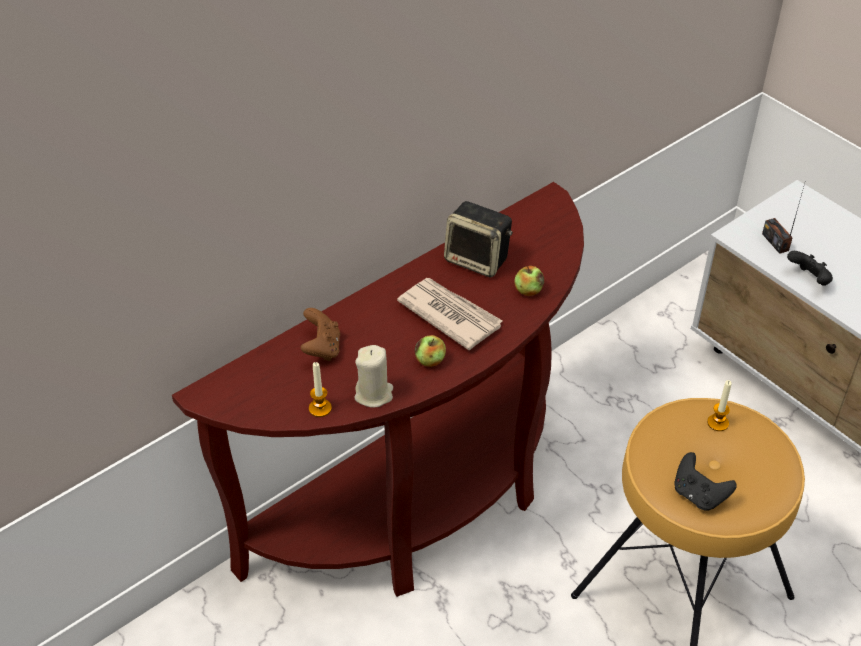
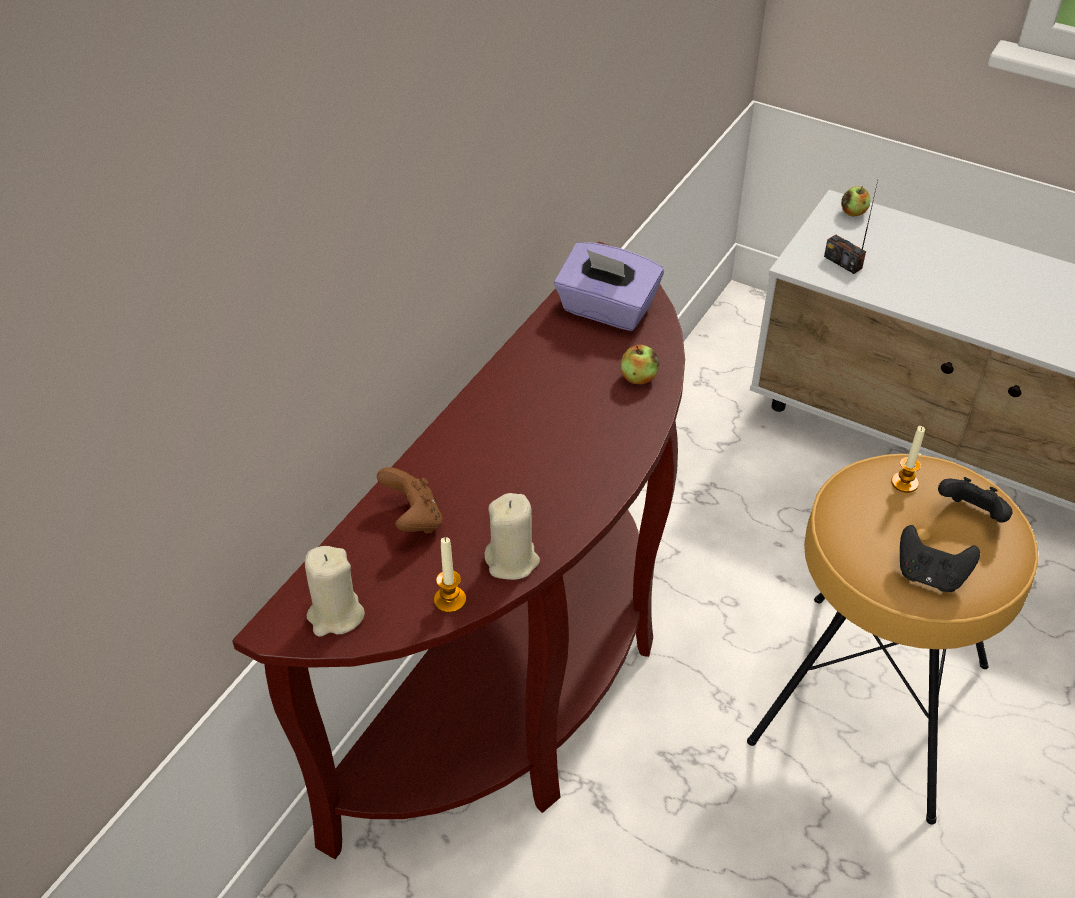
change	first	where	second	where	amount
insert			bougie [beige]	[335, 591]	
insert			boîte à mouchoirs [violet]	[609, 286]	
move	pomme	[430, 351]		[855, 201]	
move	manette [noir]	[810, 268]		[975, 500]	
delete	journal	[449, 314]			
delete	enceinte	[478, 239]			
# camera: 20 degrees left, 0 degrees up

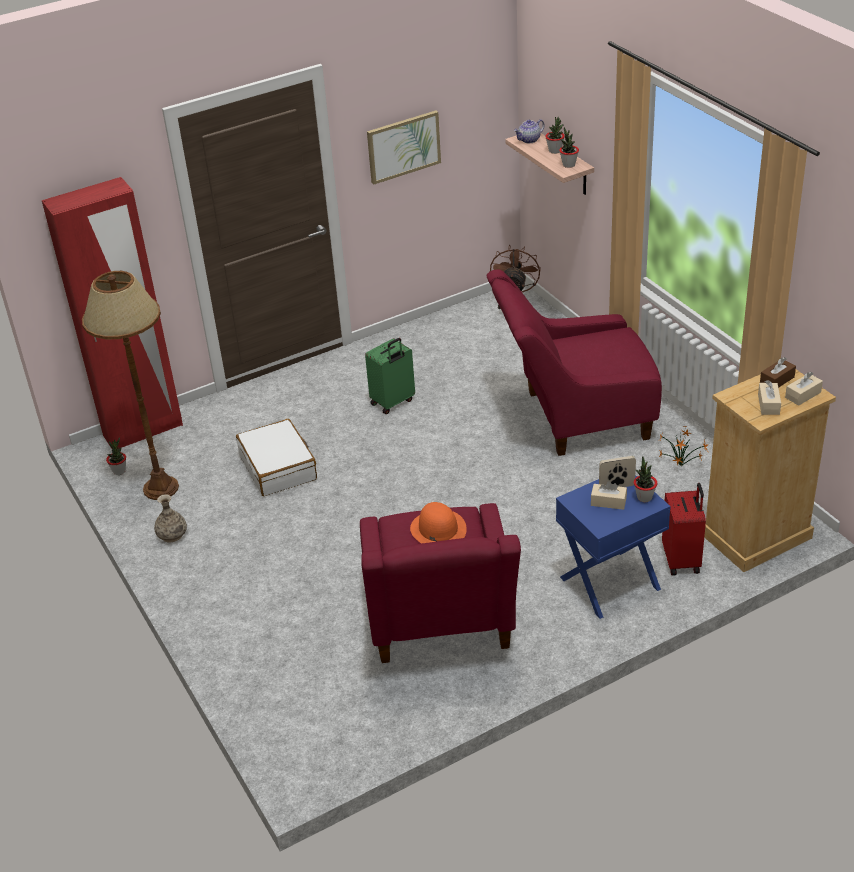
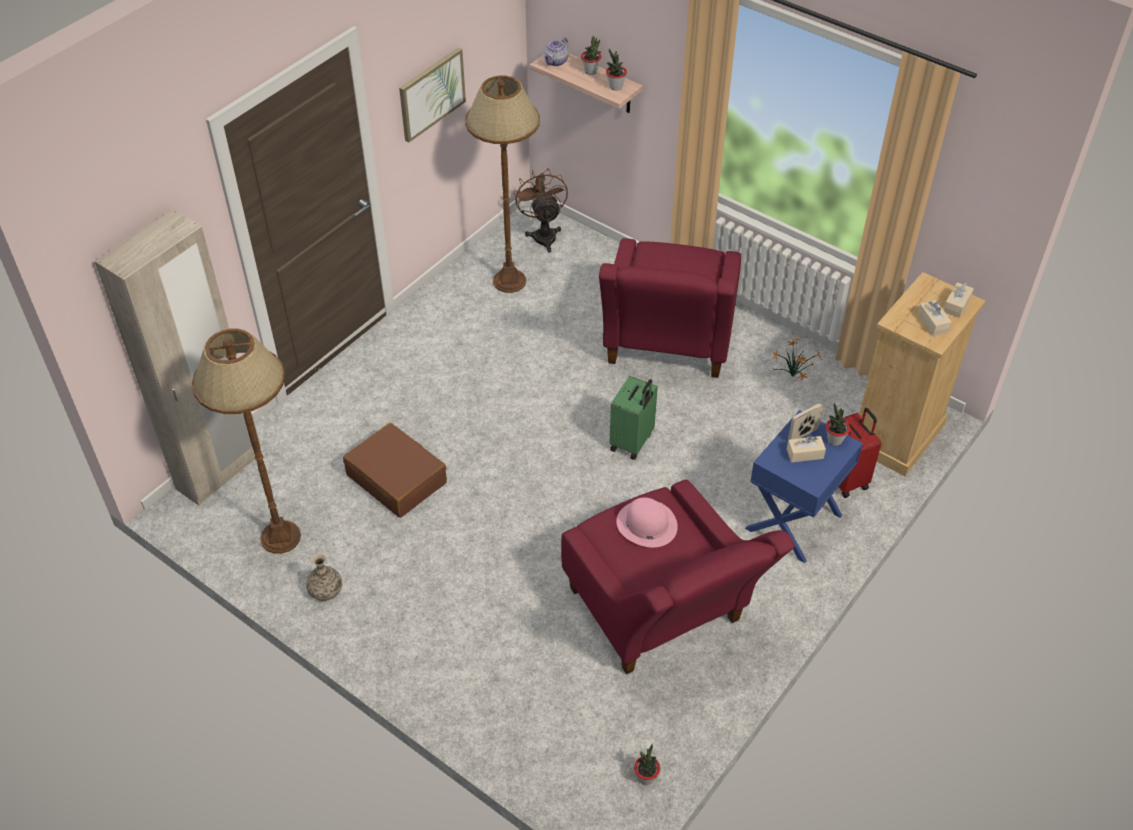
change	first	where	second	where	amount
recolor	armoire [rouge]	[112, 313]	armoire [beige]	[178, 357]	
recolor	valise [blanc]	[276, 457]	valise [marron]	[395, 470]	
insert			lampadaire [marron]	[502, 184]	
rotate	fauteuil [rouge]	[574, 362]		[670, 308]	45 degrees counterclockwise
move	valise [vert]	[390, 376]		[633, 418]	
recolor	chapeau [orange]	[438, 523]	chapeau [rose]	[647, 522]	
move	plante en pot	[116, 456]		[647, 764]	
delete	boîte à mouchoirs [marron]	[778, 372]			
# camera: 25 degrees left, 10 degrees up

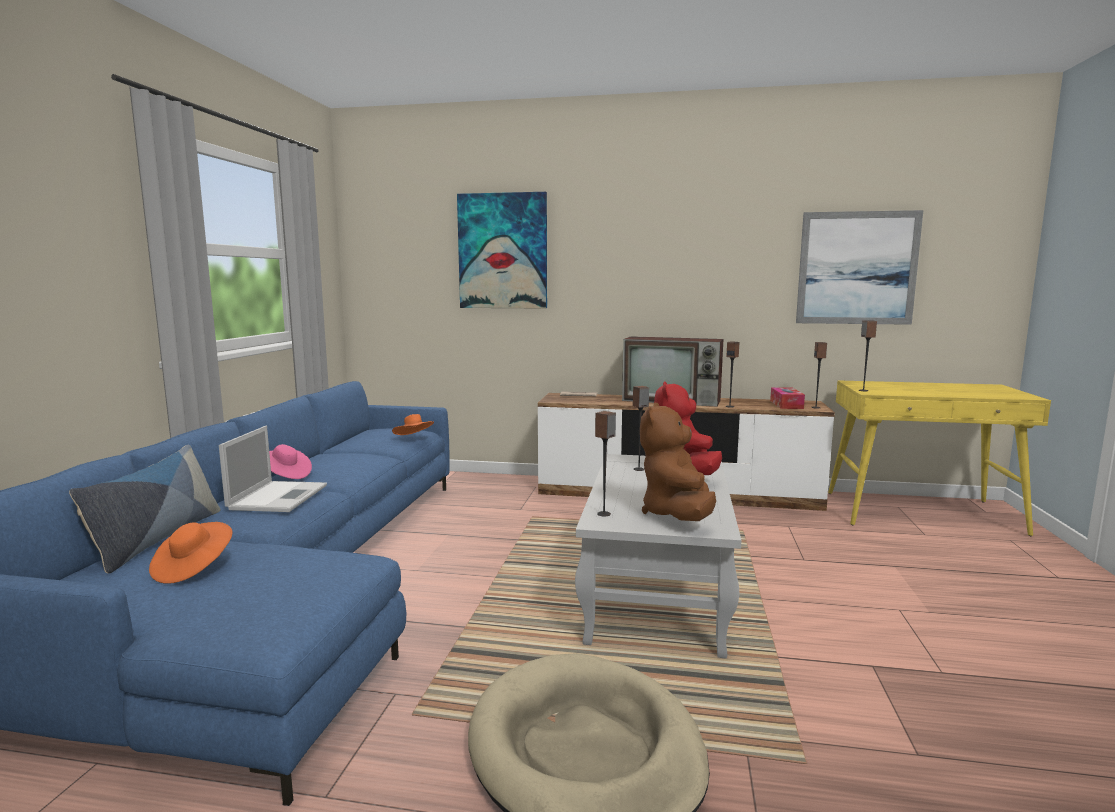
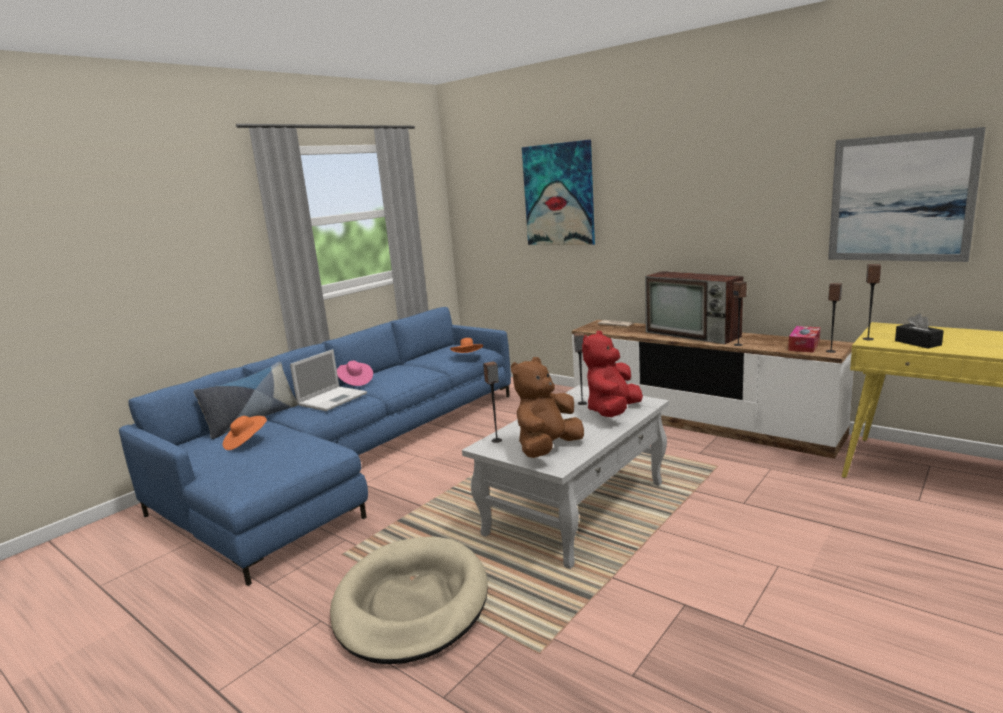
change	first	where	second	where	amount
insert			boîte à mouchoirs [noir]	[919, 330]	
# camera: 30 degrees right, 5 degrees up

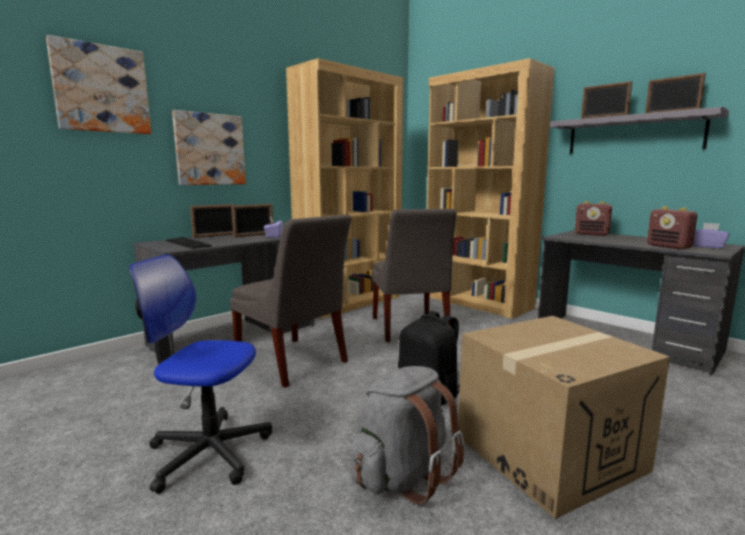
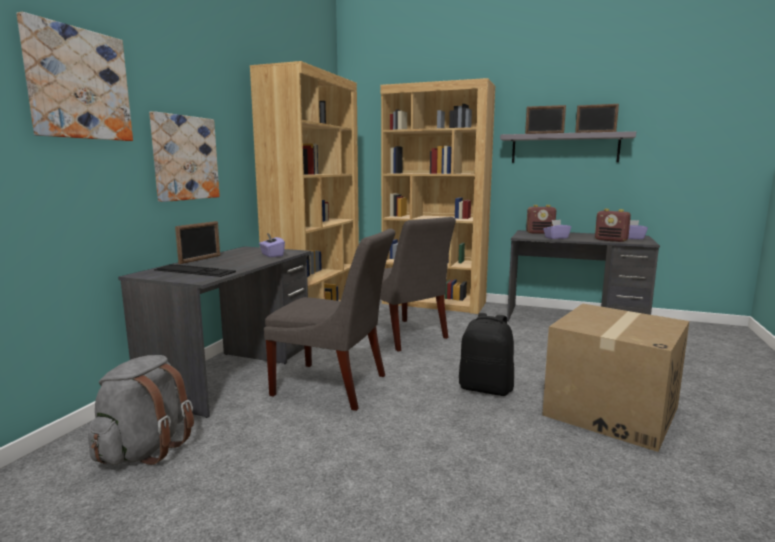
change	first	where	second	where	amount
move	sac à dos [gris]	[407, 435]		[141, 410]	
insert			boîte à mouchoirs [violet]	[557, 229]	
delete	chaise de bureau	[200, 374]			
delete	cadre photo	[252, 220]			
# camera: 25 degrees left, 0 degrees up

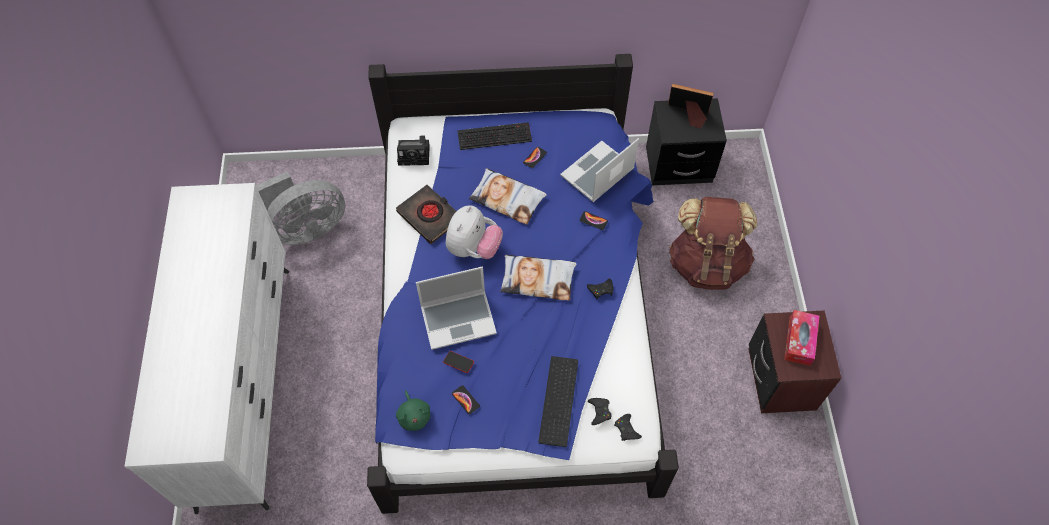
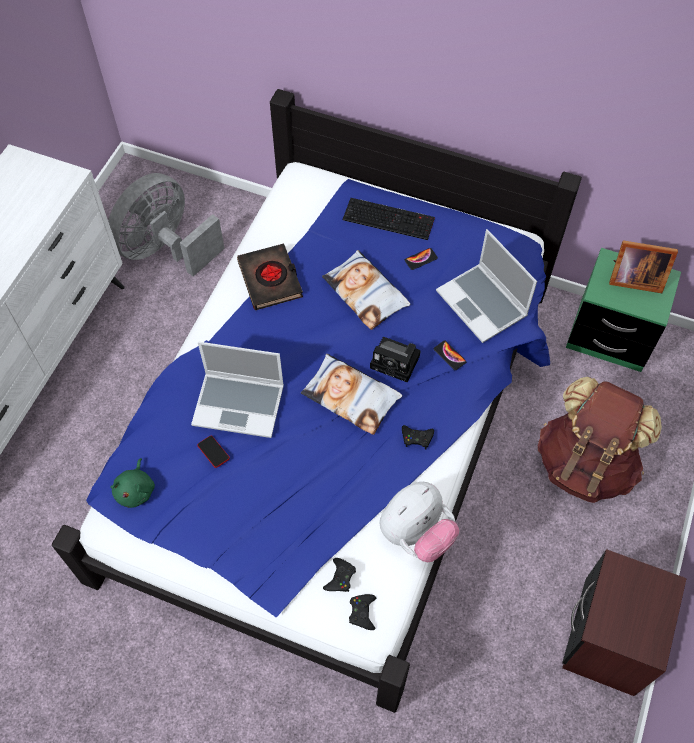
change	first	where	second	where	amount
rotate	ventilateur [gris]	[300, 208]		[166, 225]	135 degrees clockwise
move	appareil photo	[413, 150]		[395, 360]	
move	peluche	[474, 232]		[419, 522]	
rotate	ordinateur portable	[599, 170]		[486, 286]	105 degrees counterclockwise
recolor	table de chevet [noir]	[686, 141]	table de chevet [vert]	[623, 310]	
rotate	cadre photo	[691, 106]		[643, 266]	150 degrees clockwise
delete	téléphone	[466, 399]			
delete	clavier	[558, 401]			
delete	boîte à mouchoirs	[802, 338]			
# camera: 25 degrees right, 0 degrees up

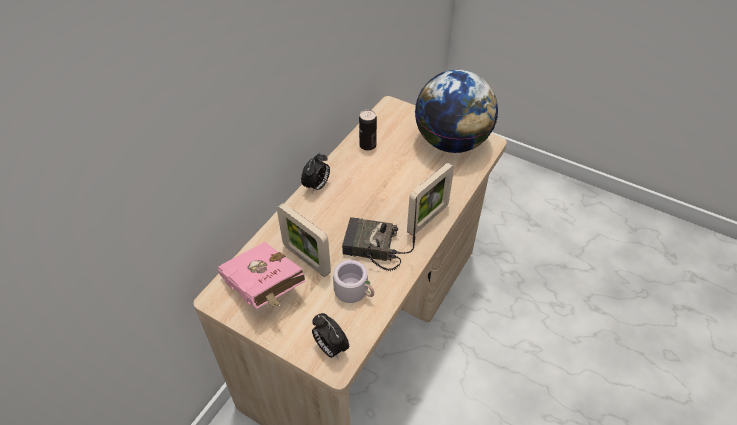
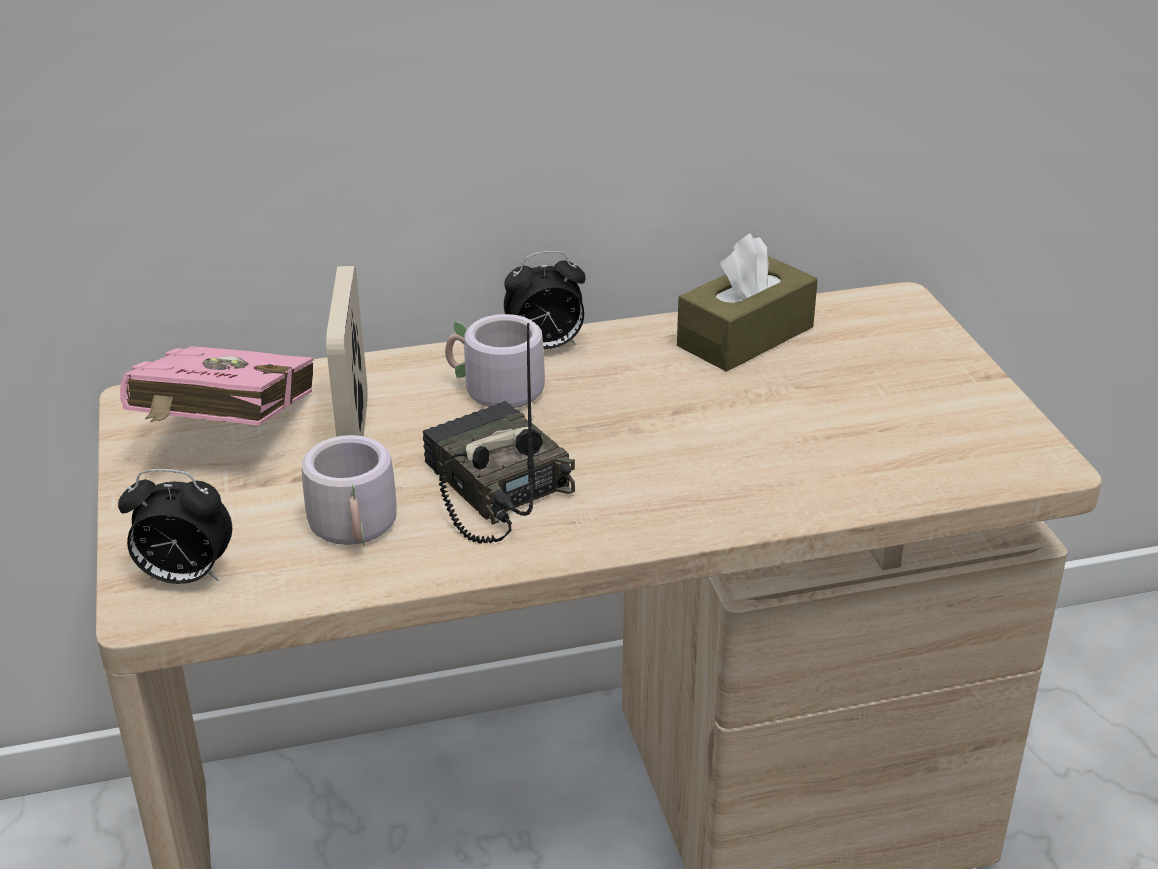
change	first	where	second	where	amount
rotate	réveil	[330, 335]		[175, 526]	90 degrees counterclockwise
insert			mug [gris]	[495, 367]	
replace	boîte métallique	[368, 130]	boîte à mouchoirs [marron]	[747, 302]	
delete	cadre photo	[430, 199]			
delete	globe	[456, 111]			
# camera: 45 degrees right, 15 degrees down

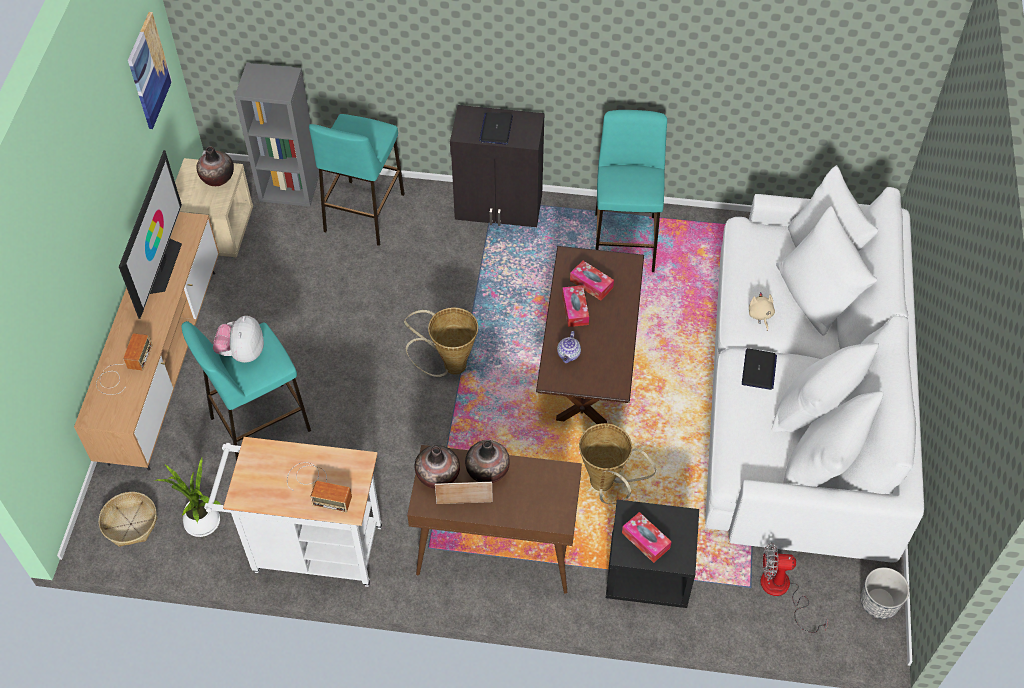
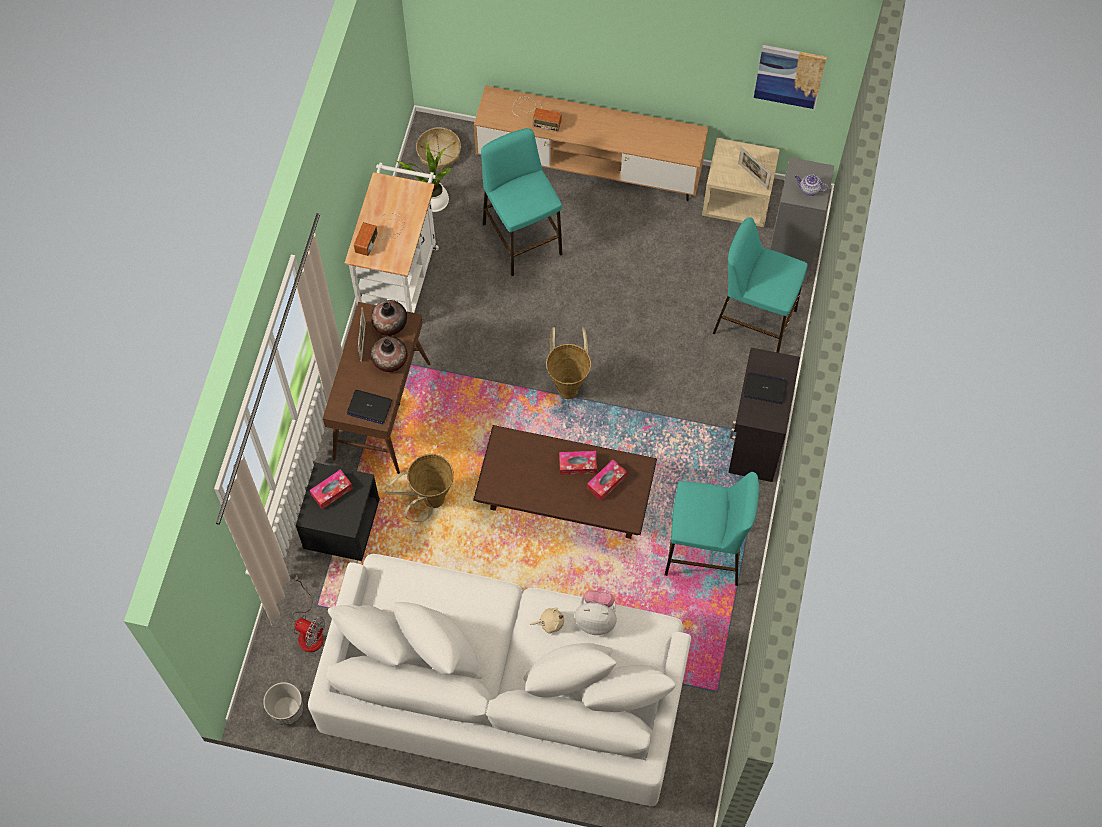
change	first	where	second	where	amount
rotate	ventilateur	[794, 587]		[309, 614]	105 degrees clockwise
move	ordinateur portable	[759, 369]		[369, 407]	
move	peluche	[238, 339]		[596, 612]	
replace	vase	[215, 166]	cadre photo	[755, 168]	
move	théière	[569, 347]		[811, 185]	
delete	téléviseur	[150, 234]			
# camera: 95 degrees right, 10 degrees up

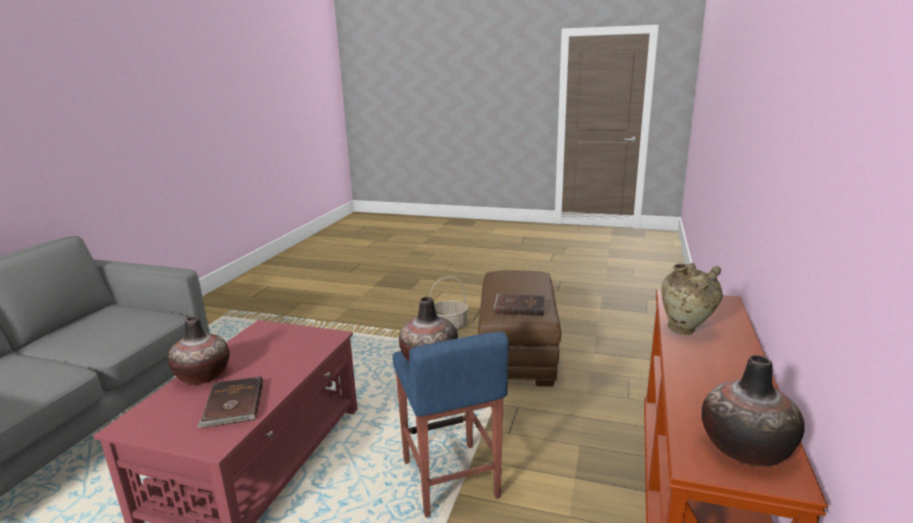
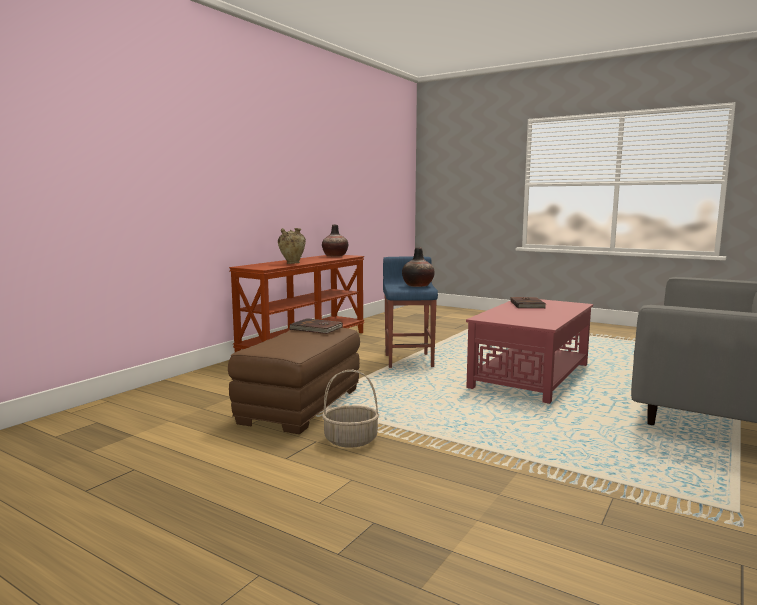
change	first	where	second	where	amount
delete	vase	[198, 350]			
# camera: 165 degrees left, 10 degrees down

